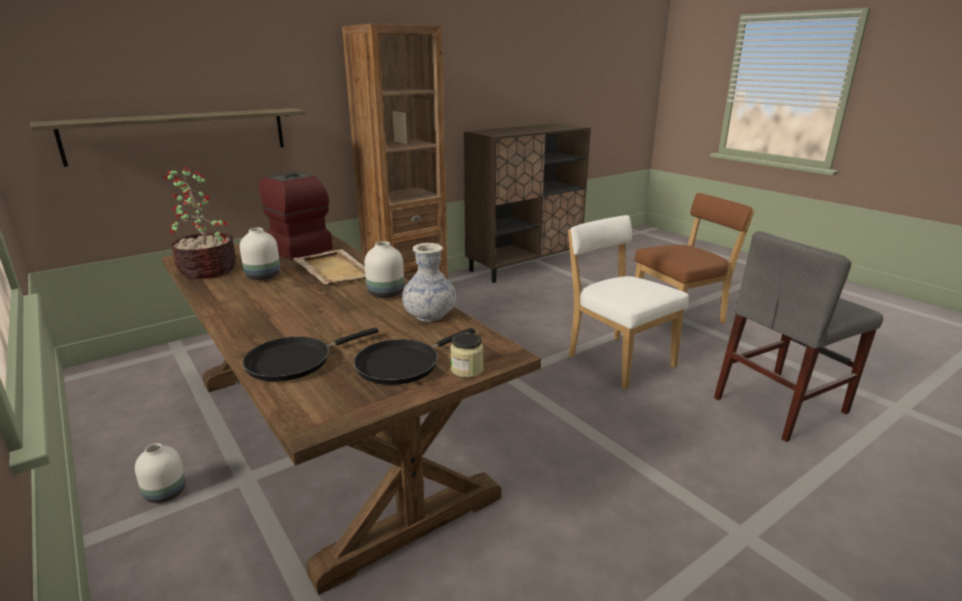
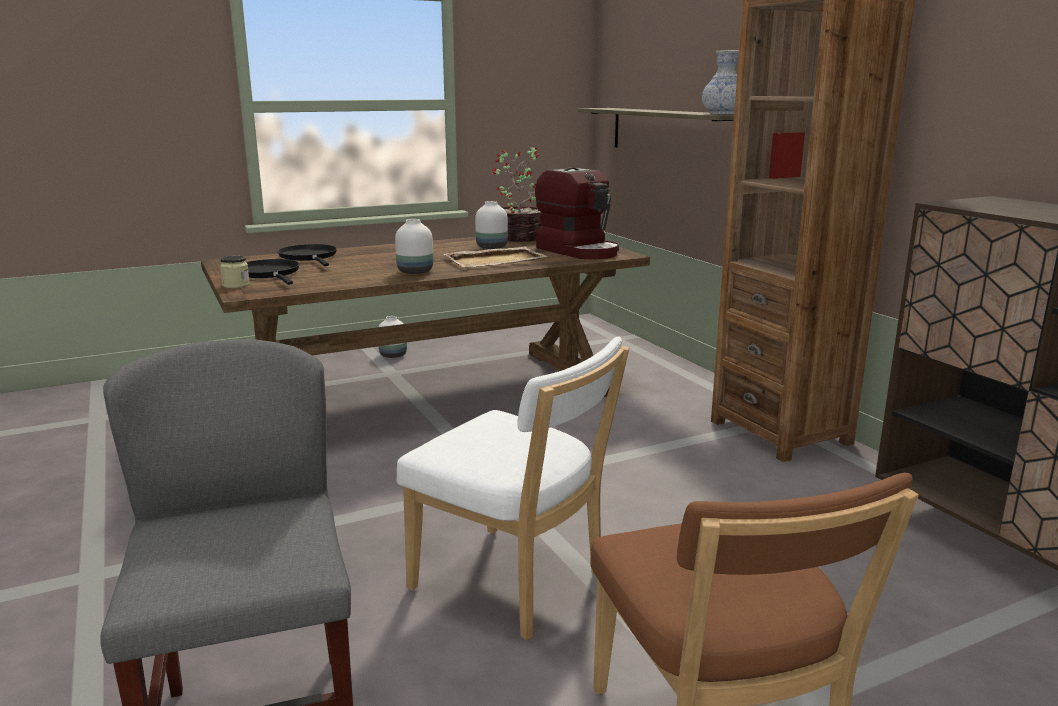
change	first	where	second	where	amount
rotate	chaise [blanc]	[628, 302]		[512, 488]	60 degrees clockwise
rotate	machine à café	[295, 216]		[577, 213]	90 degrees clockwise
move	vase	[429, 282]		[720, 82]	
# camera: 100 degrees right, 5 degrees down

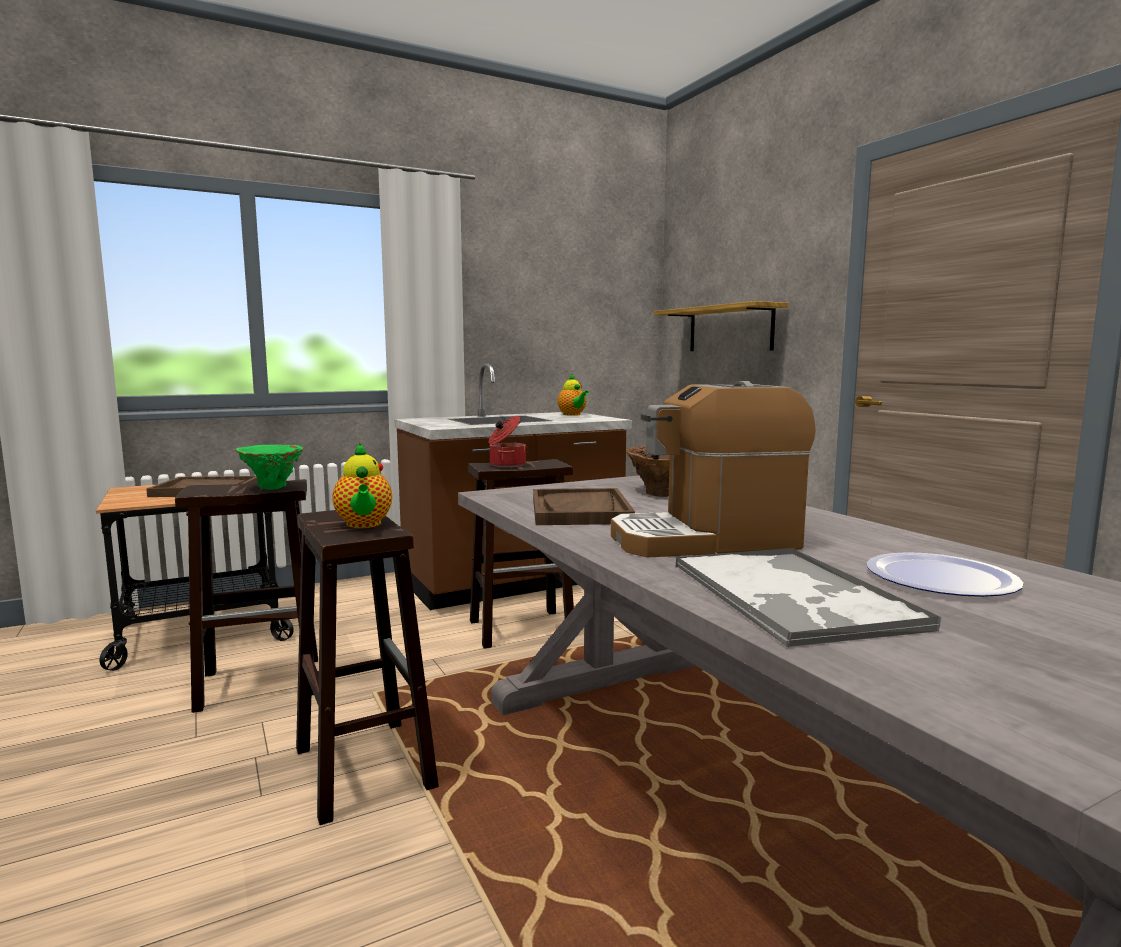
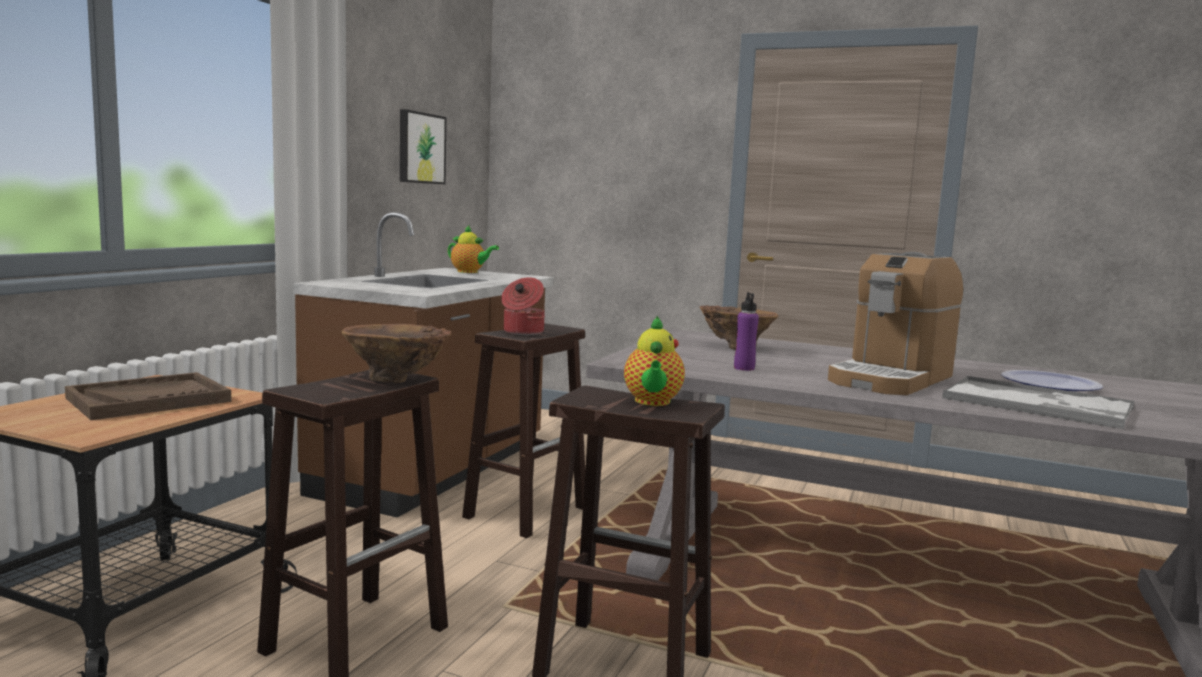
change	first	where	second	where	amount
recolor	vase [vert]	[269, 467]	vase [marron]	[396, 353]	
insert			tableau	[423, 146]	
rotate	théière	[362, 485]		[654, 361]	60 degrees clockwise
replace	plateau [marron]	[584, 506]	bouteille [violet]	[746, 331]	
delete	étagère	[721, 326]			
# camera: 40 degrees left, 0 degrees up

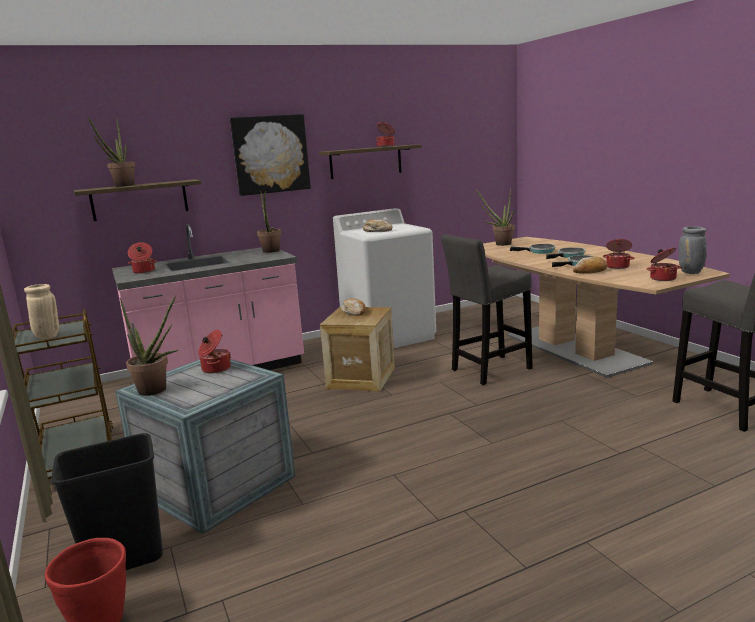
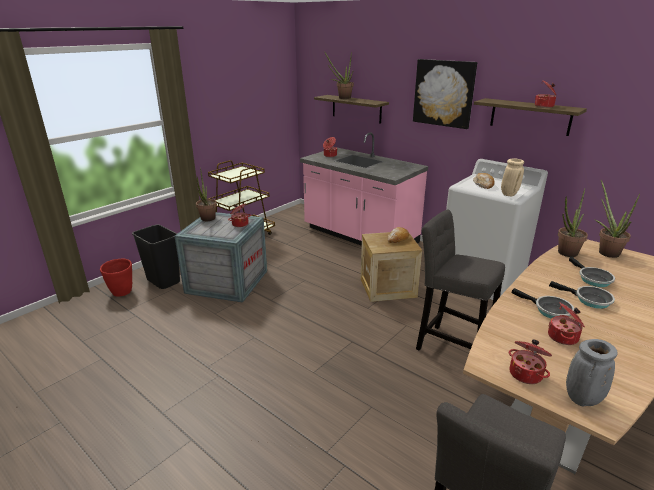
change	first	where	second	where	amount
move	vase [beige]	[41, 312]		[512, 177]	
move	plante en pot	[269, 221]		[573, 222]	
delete	pain	[590, 265]			
# camera: 65 degrees right, 10 degrees up

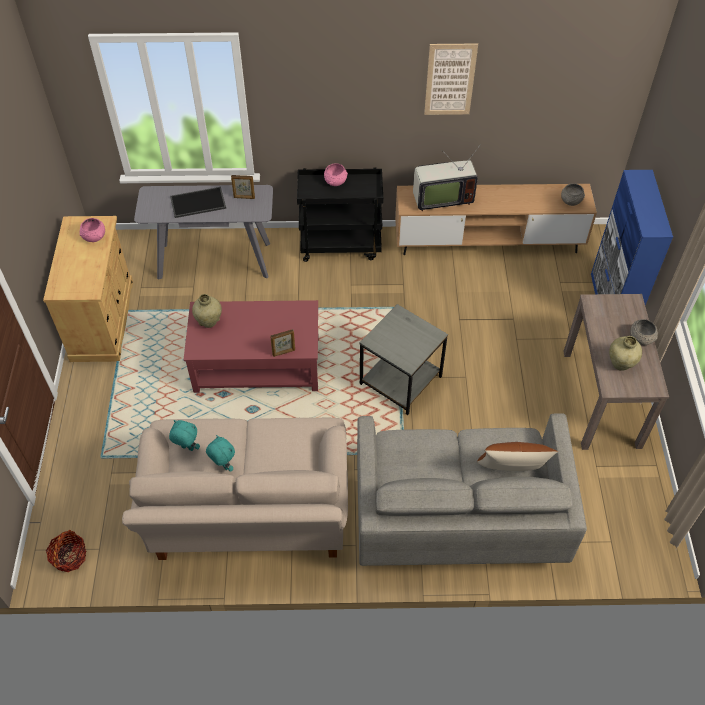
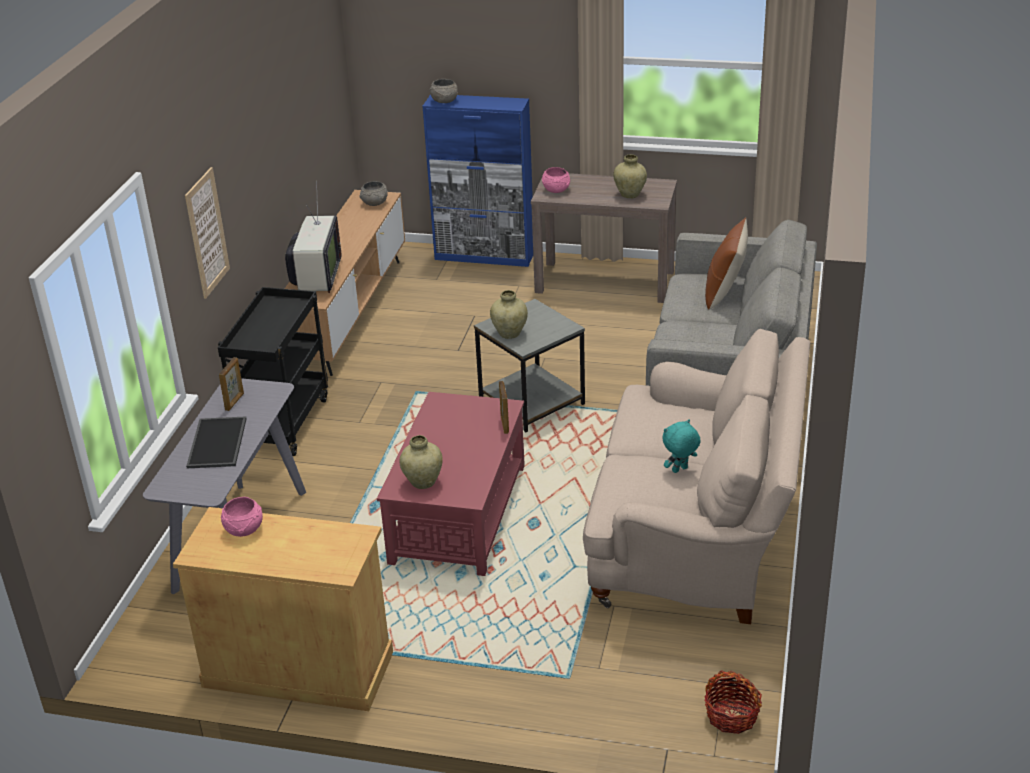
change	first	where	second	where	amount
move	tableau	[451, 79]		[207, 233]	
move	bol [gris]	[644, 332]		[444, 91]	
insert			vase [beige]	[509, 314]	
move	bol [rose]	[336, 174]		[556, 180]	
delete	peluche [turquoise]	[184, 435]			
# camera: 75 degrees left, 20 degrees down

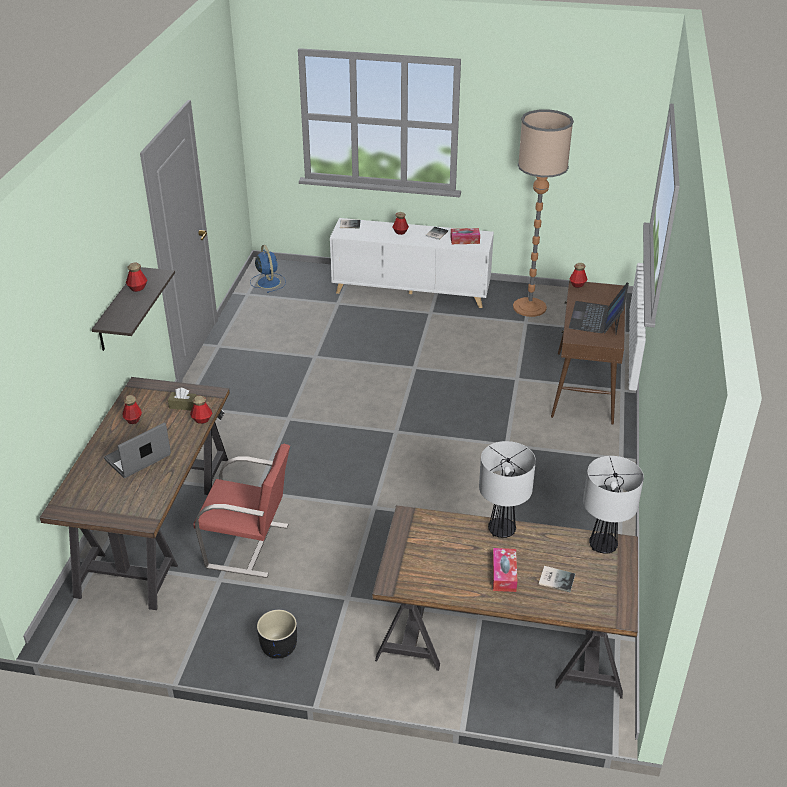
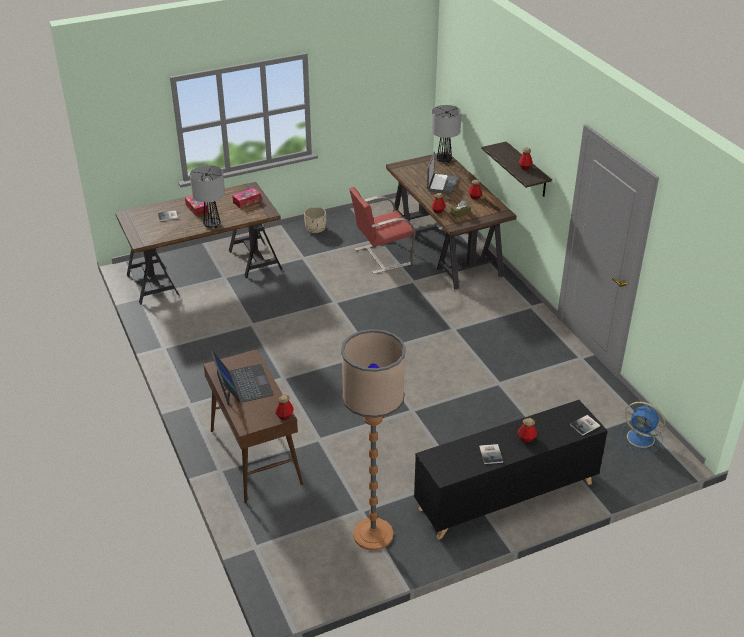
change	first	where	second	where	amount
move	boîte à mouchoirs	[465, 236]		[246, 198]	
recolor	cache-pot [noir]	[277, 634]	cache-pot [beige]	[315, 220]	
recolor	meuble de rangement [blanc]	[412, 263]	meuble de rangement [noir]	[511, 470]	
move	lampe de table	[613, 505]		[446, 134]	
# camera: 145 degrees right, 0 degrees up

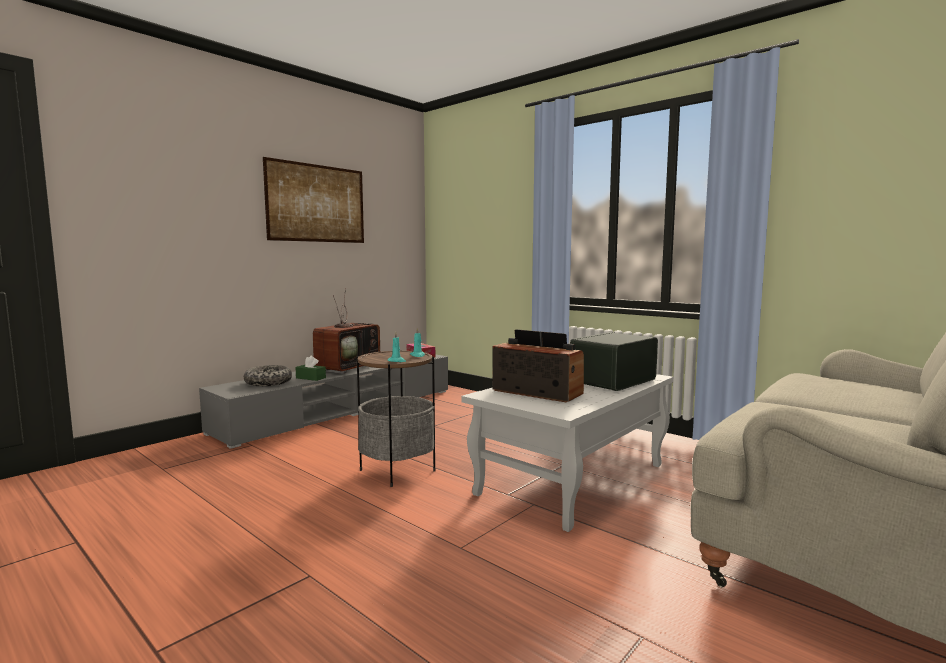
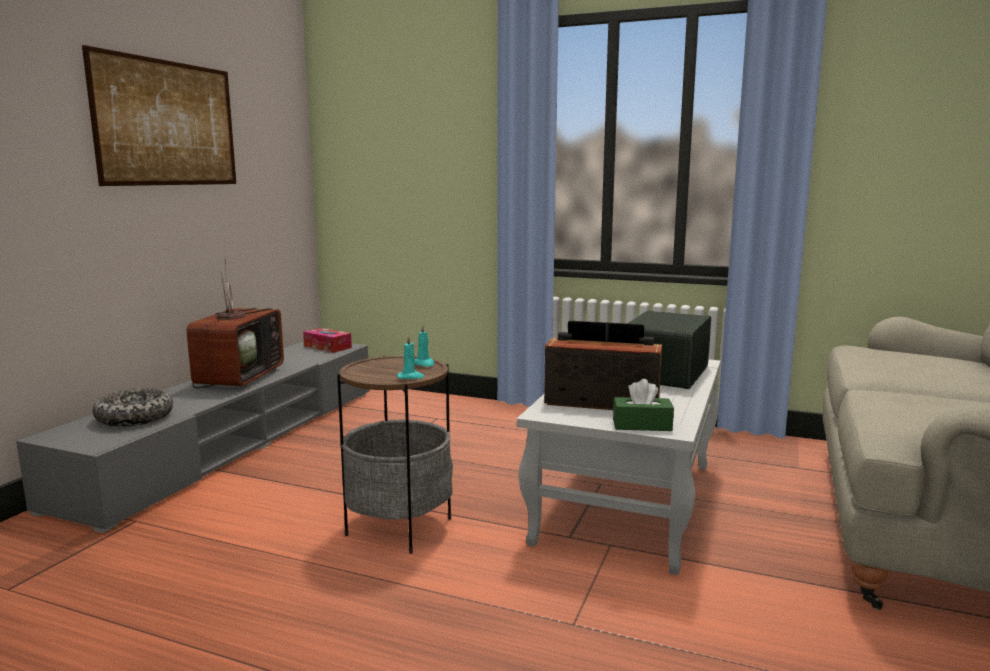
change	first	where	second	where	amount
move	boîte à mouchoirs [vert]	[310, 368]		[643, 405]	
# camera: 20 degrees left, 5 degrees up

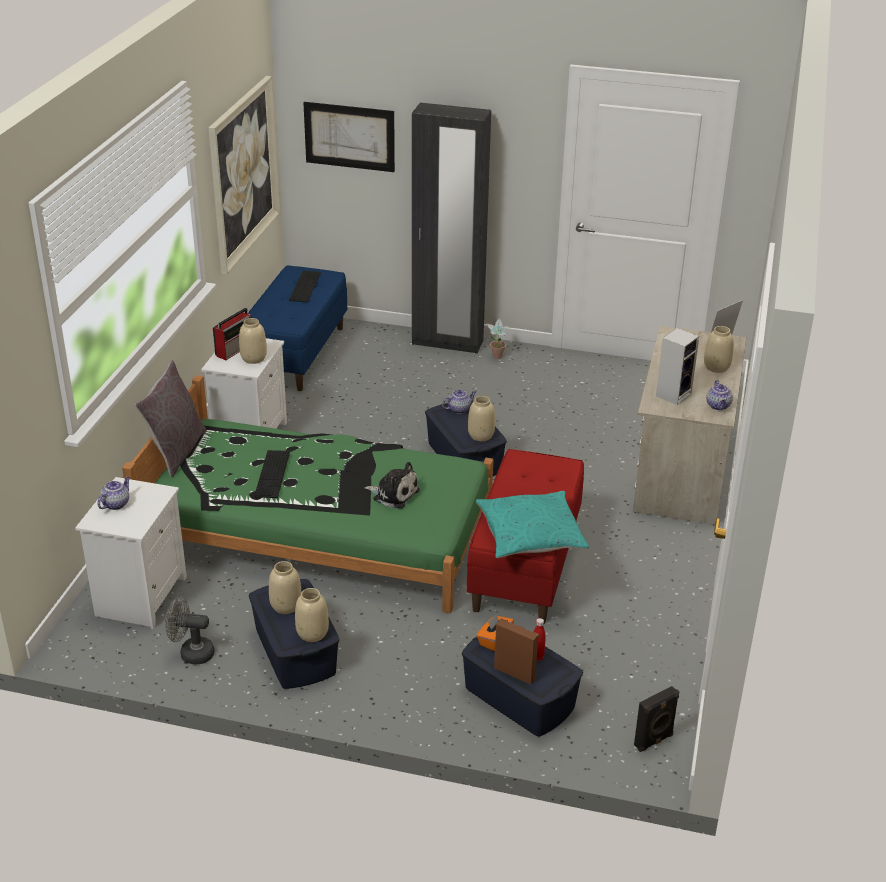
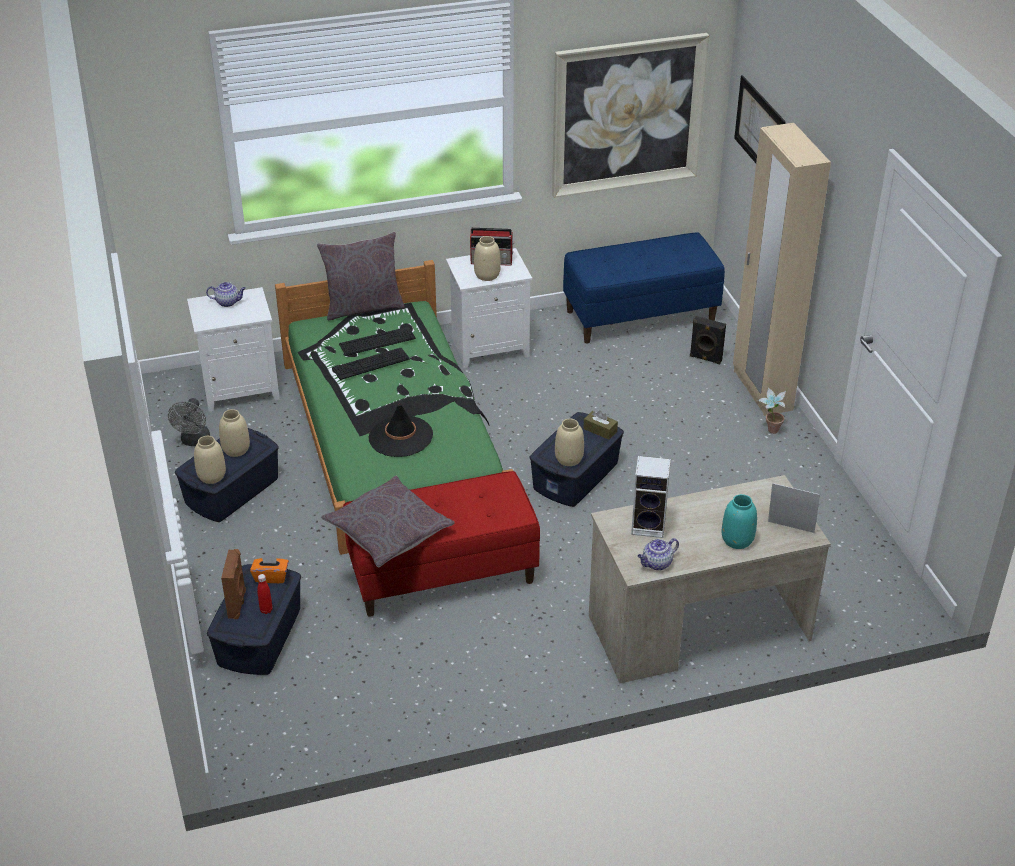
change	first	where	second	where	amount
rotate	ventilateur [gris]	[190, 630]		[189, 422]	150 degrees counterclockwise
recolor	coussin [turquoise]	[532, 524]	coussin [gris]	[388, 522]	
move	clavier	[305, 286]		[377, 341]	
replace	peluche	[392, 485]	chapeau [noir]	[401, 430]	
replace	théière	[459, 402]	boîte à mouchoirs [marron]	[600, 425]	
move	enceinte [noir]	[656, 719]		[708, 340]	
recolor	vase [beige]	[719, 349]	vase [turquoise]	[739, 521]	
recolor	armoire [noir]	[451, 228]	armoire [beige]	[782, 269]	
# camera: 60 degrees right, 5 degrees up

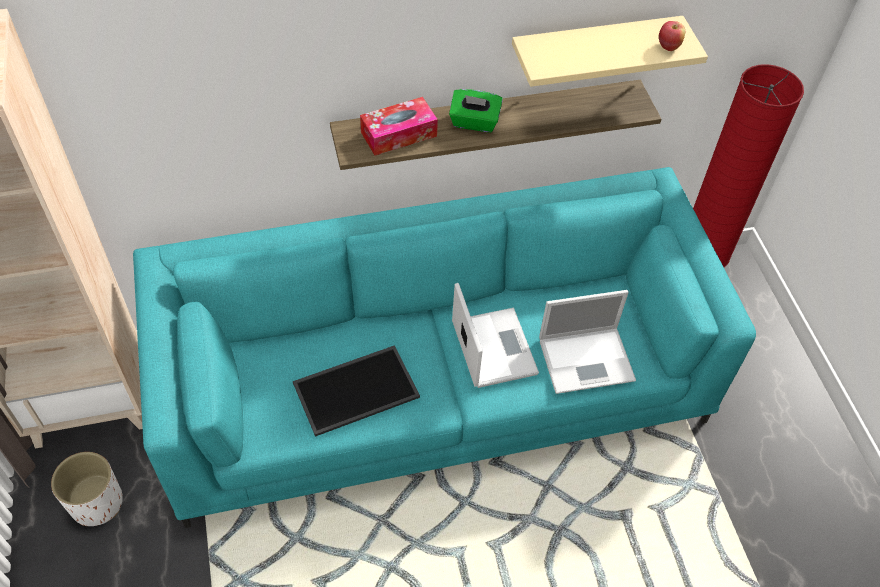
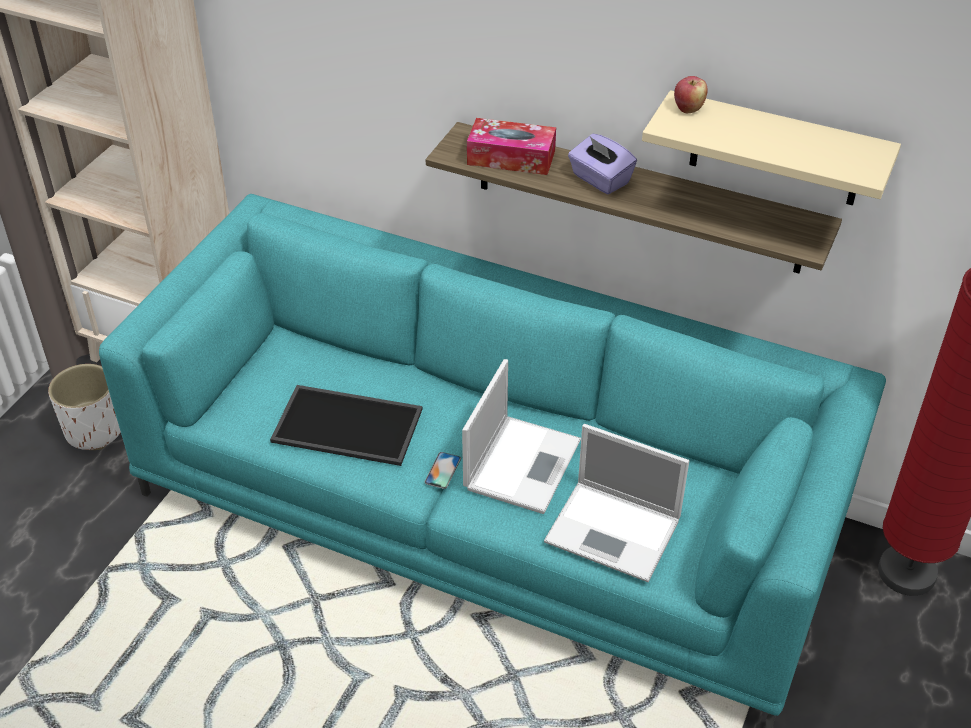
change	first	where	second	where	amount
insert			téléphone	[443, 470]	
recolor	boîte à mouchoirs [vert]	[476, 110]	boîte à mouchoirs [violet]	[602, 164]	
move	pomme	[672, 36]		[691, 94]	
# camera: 40 degrees right, 10 degrees down

